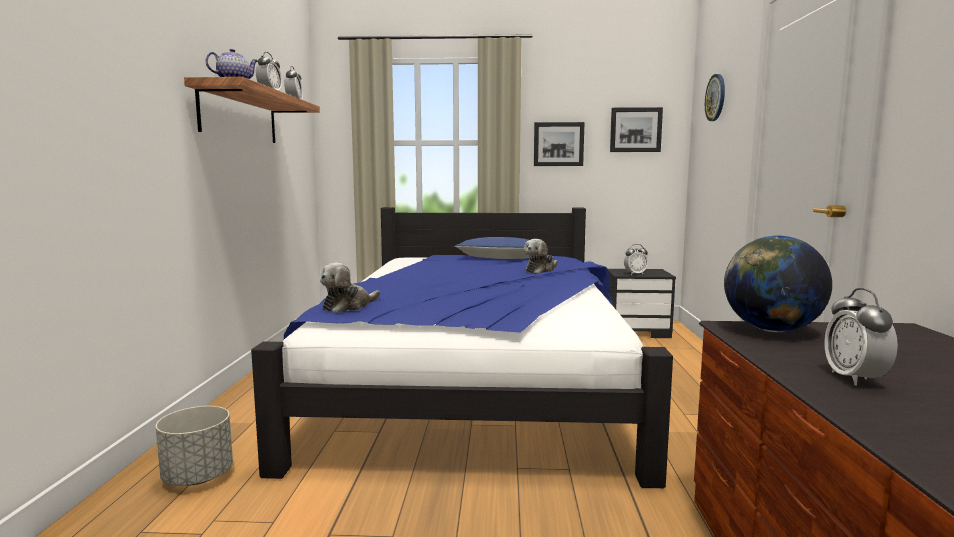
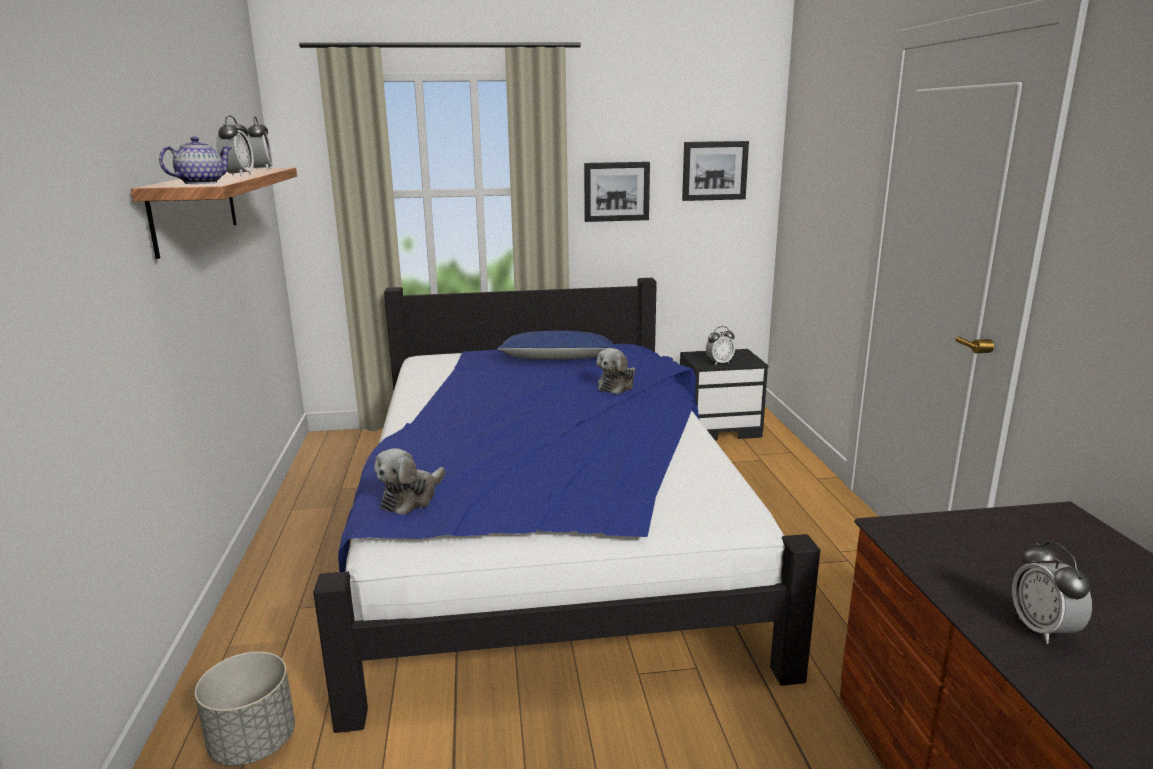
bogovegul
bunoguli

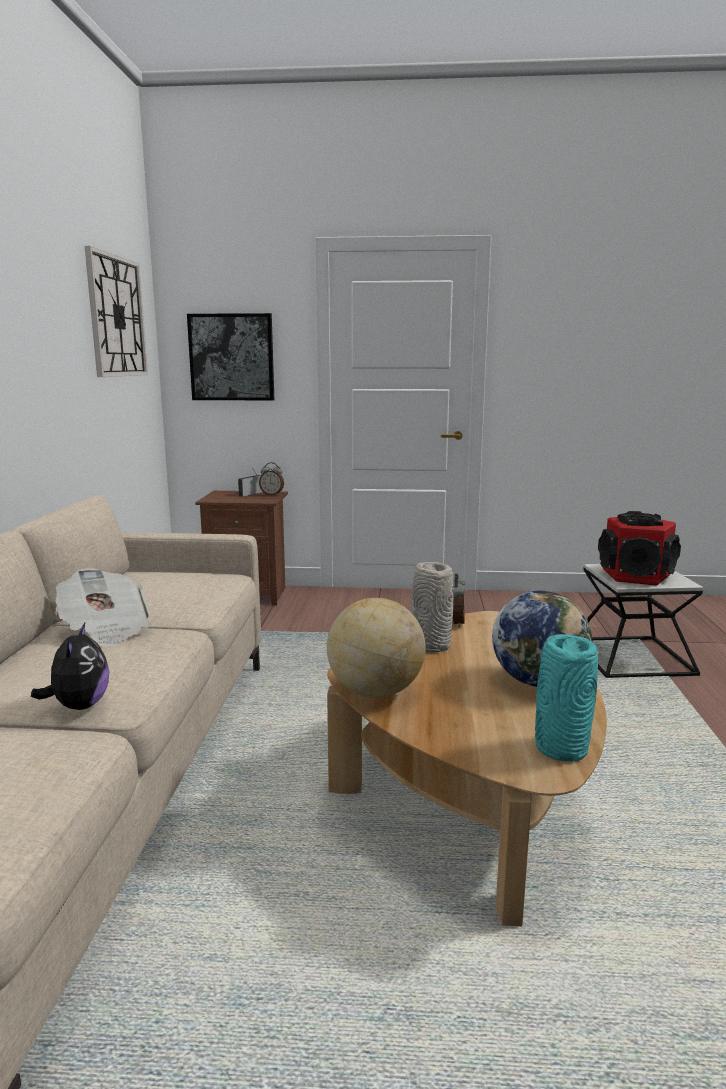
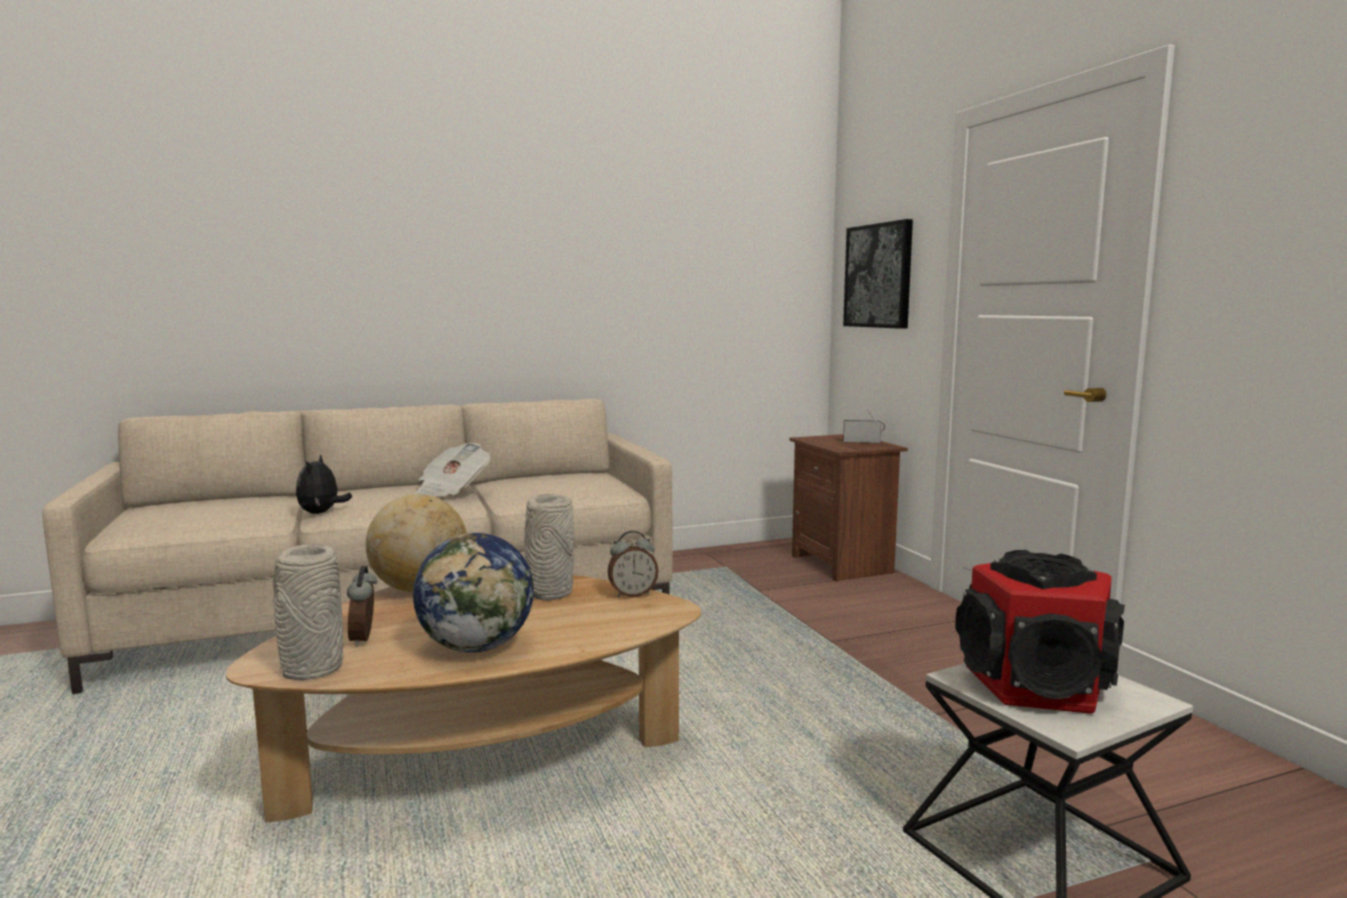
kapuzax
bogovegul
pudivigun (no. 1 from left)
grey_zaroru (no. 1 from left)

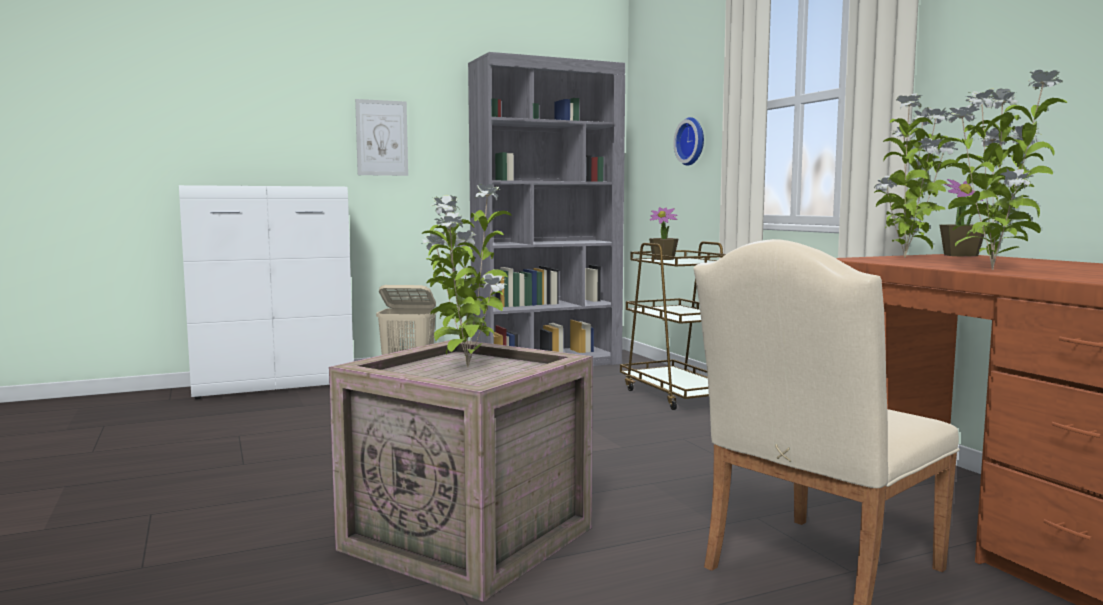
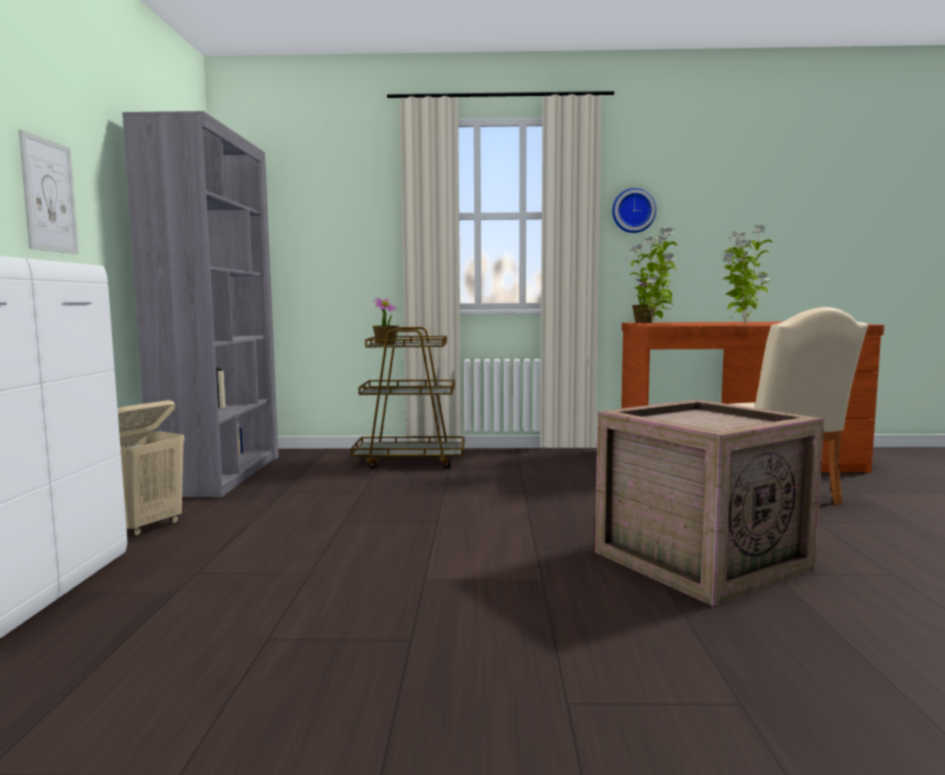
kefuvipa (no. 1 from left in the first image)
bogovegul

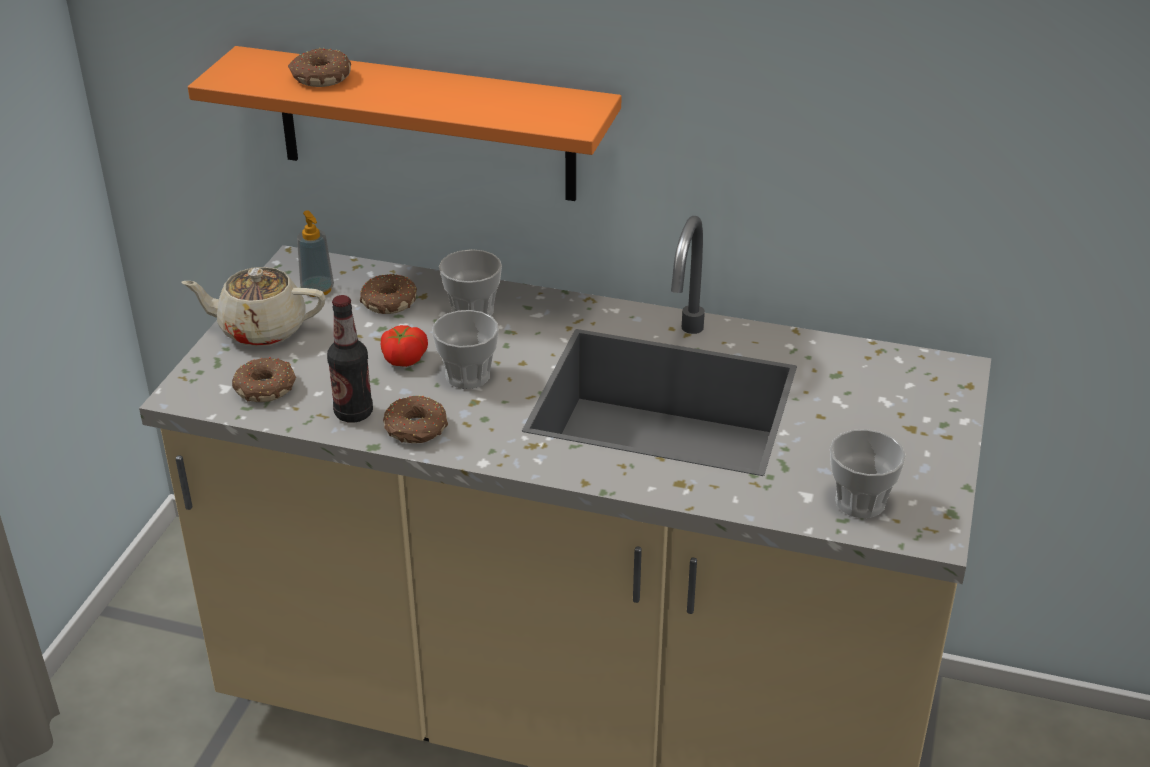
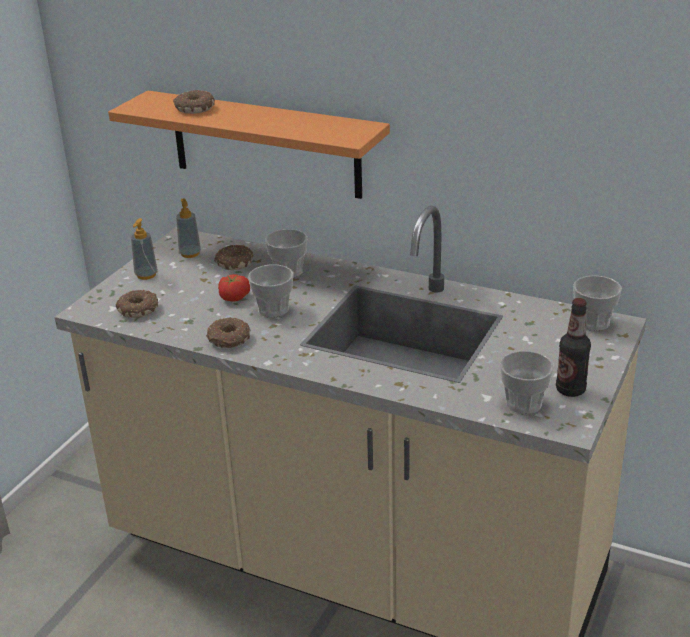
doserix (no. 1 from left)
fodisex
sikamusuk (no. 4 from left)

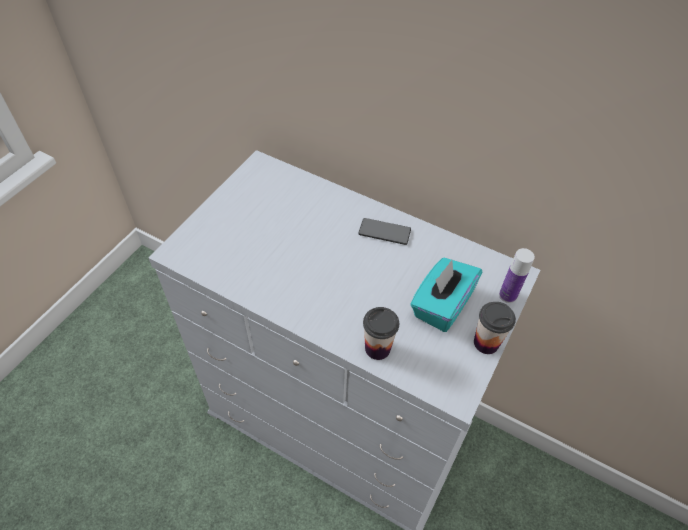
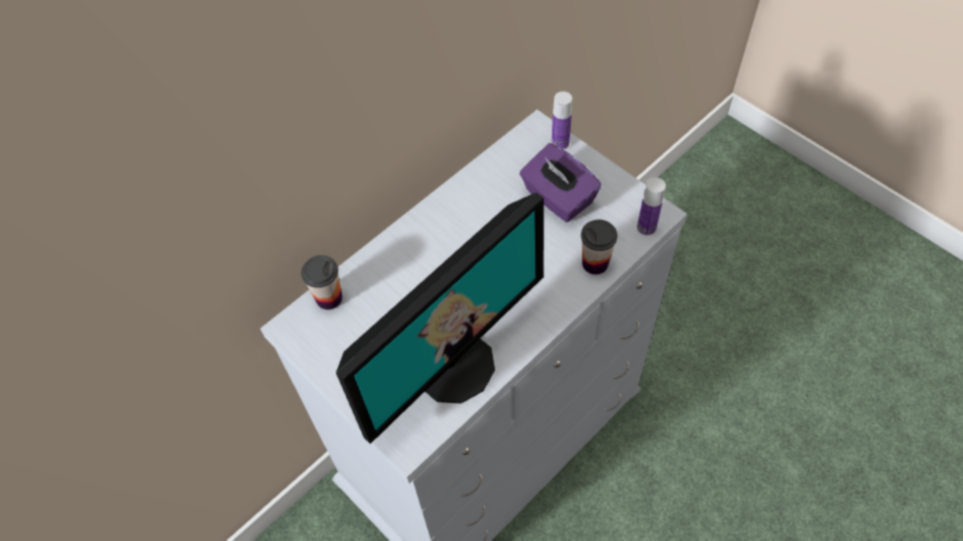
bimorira
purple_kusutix
sikamusuk (no. 1 from left)
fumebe
fodisex (no. 2 from left)

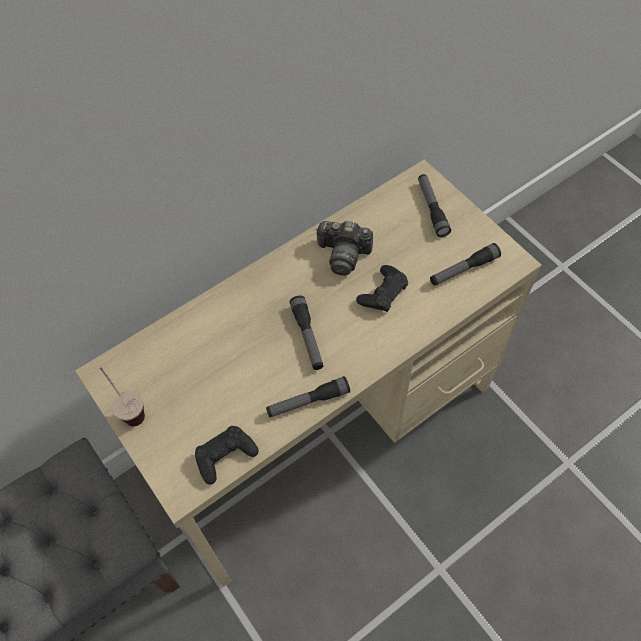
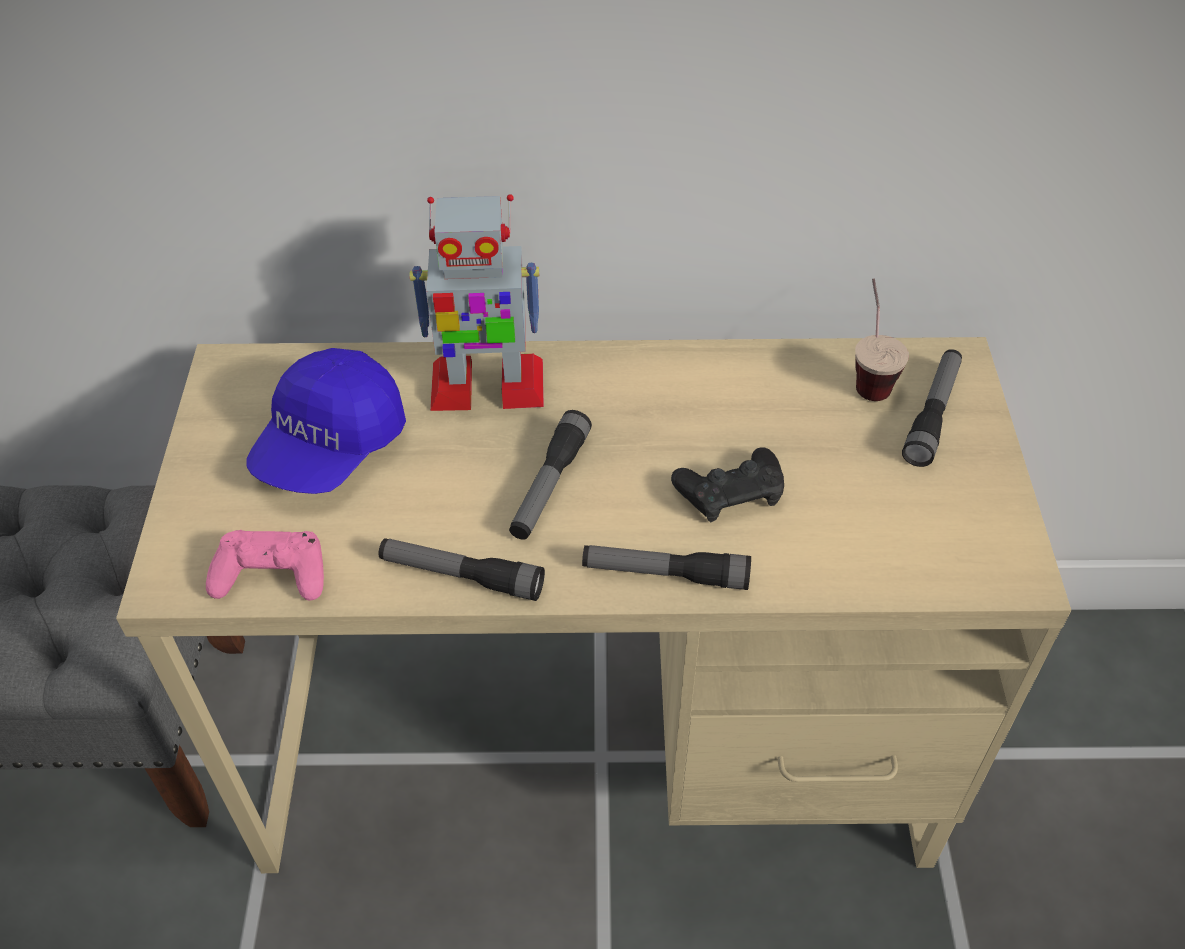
sikamusuk
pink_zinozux
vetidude
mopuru (no. 3 from left)
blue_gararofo
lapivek

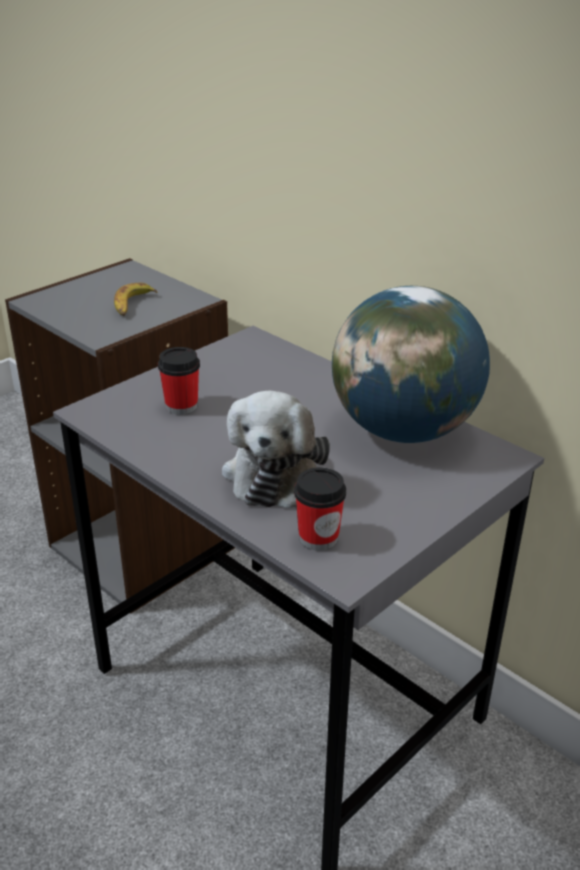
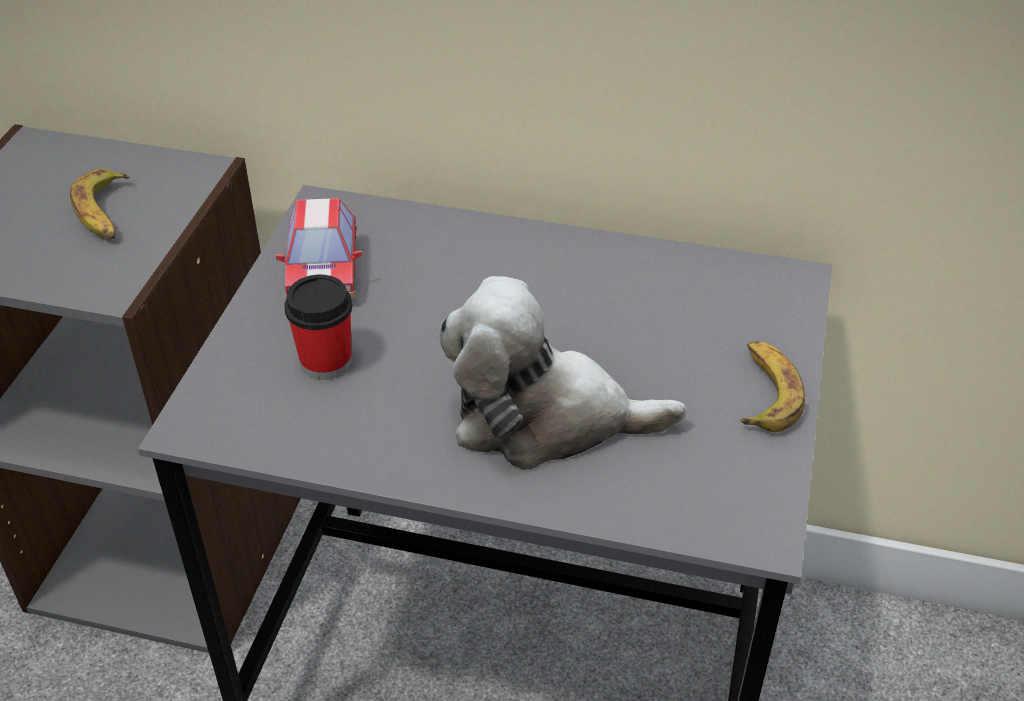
kapuzax
sikamusuk (no. 2 from left in the first image)
bunoguli
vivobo
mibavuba (no. 2 from left)

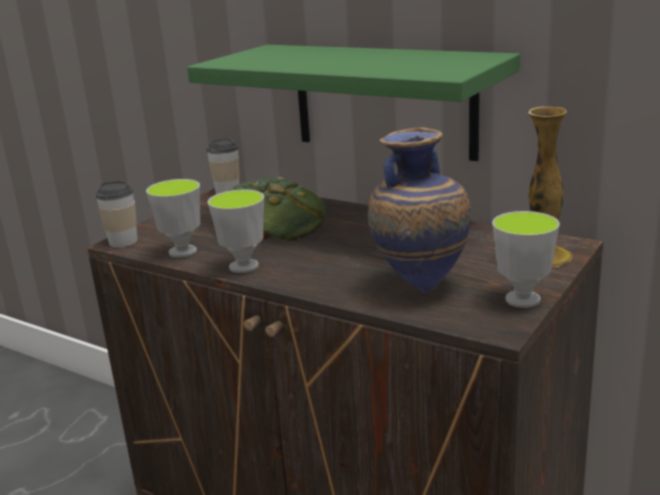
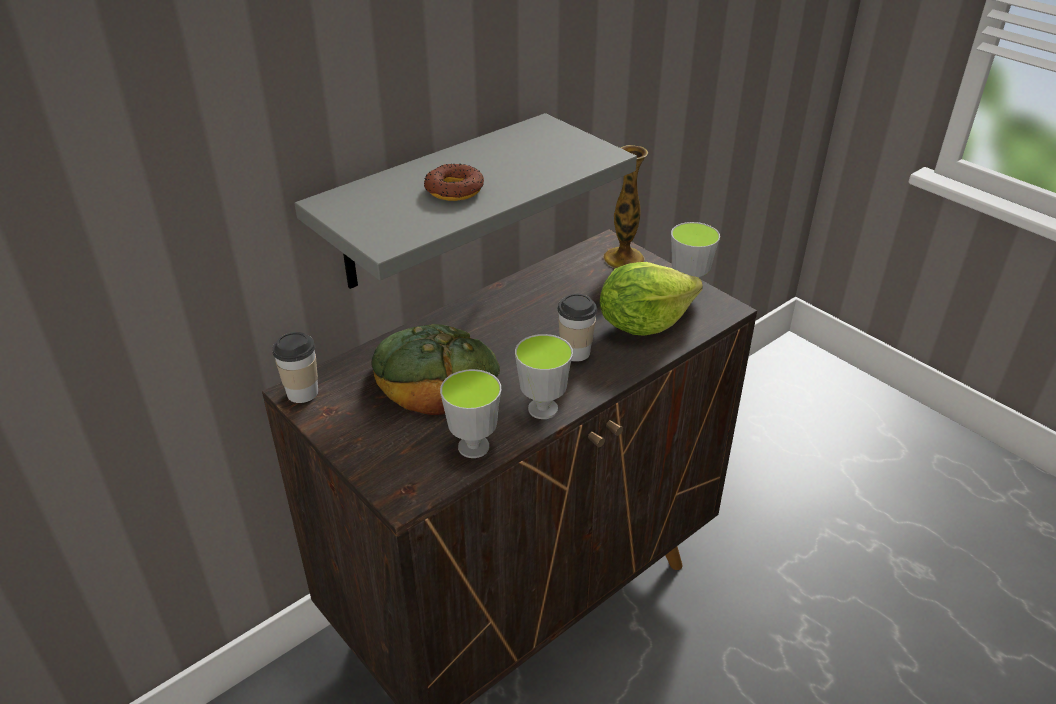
sikamusuk (no. 4 from left)
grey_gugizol
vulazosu
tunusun

